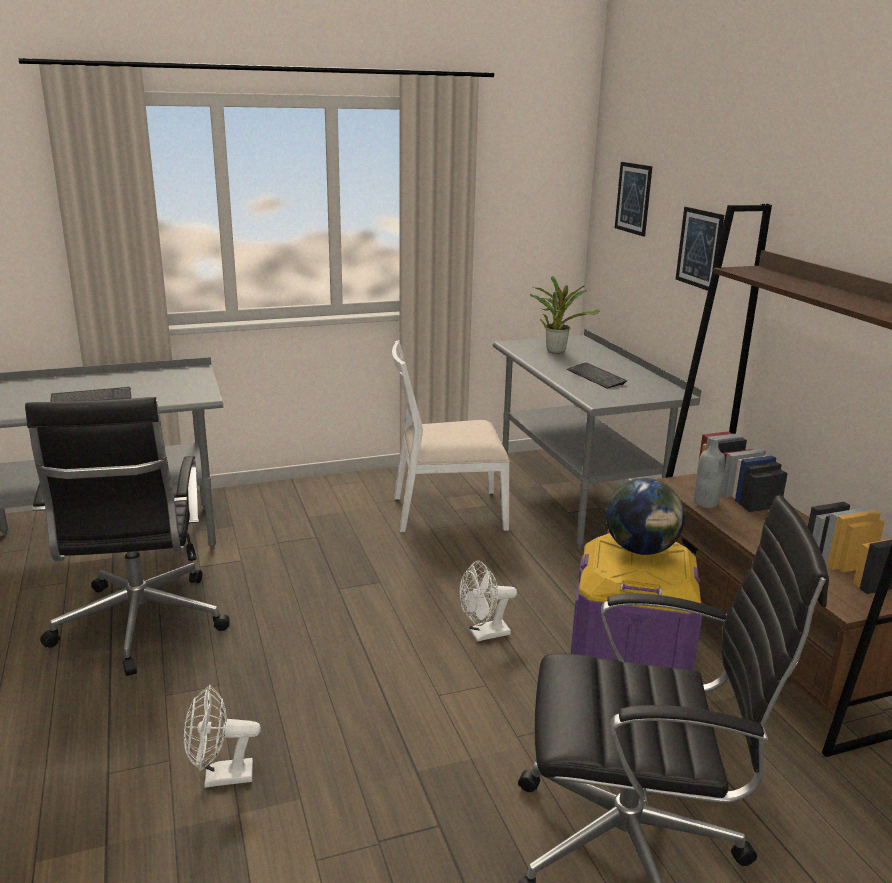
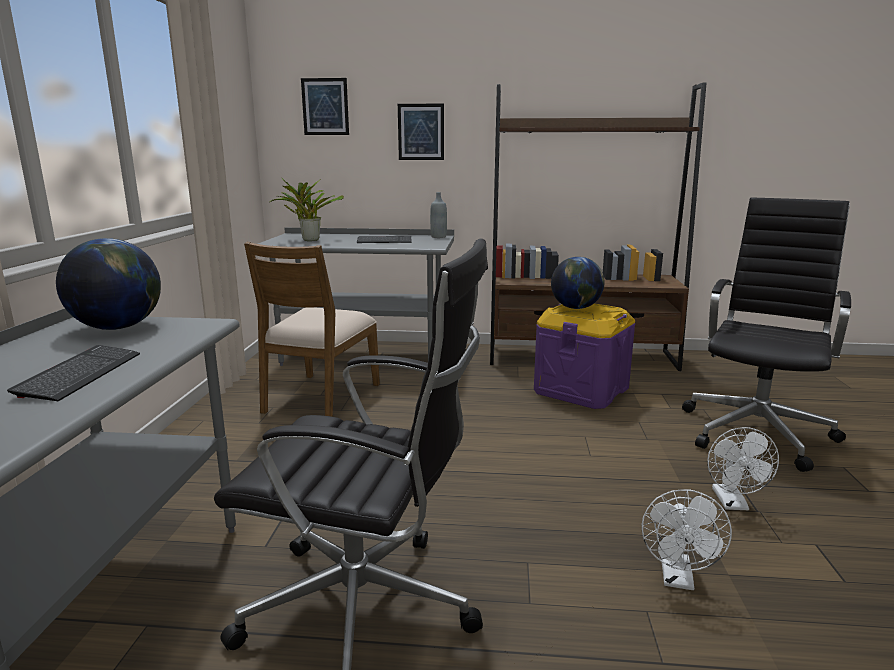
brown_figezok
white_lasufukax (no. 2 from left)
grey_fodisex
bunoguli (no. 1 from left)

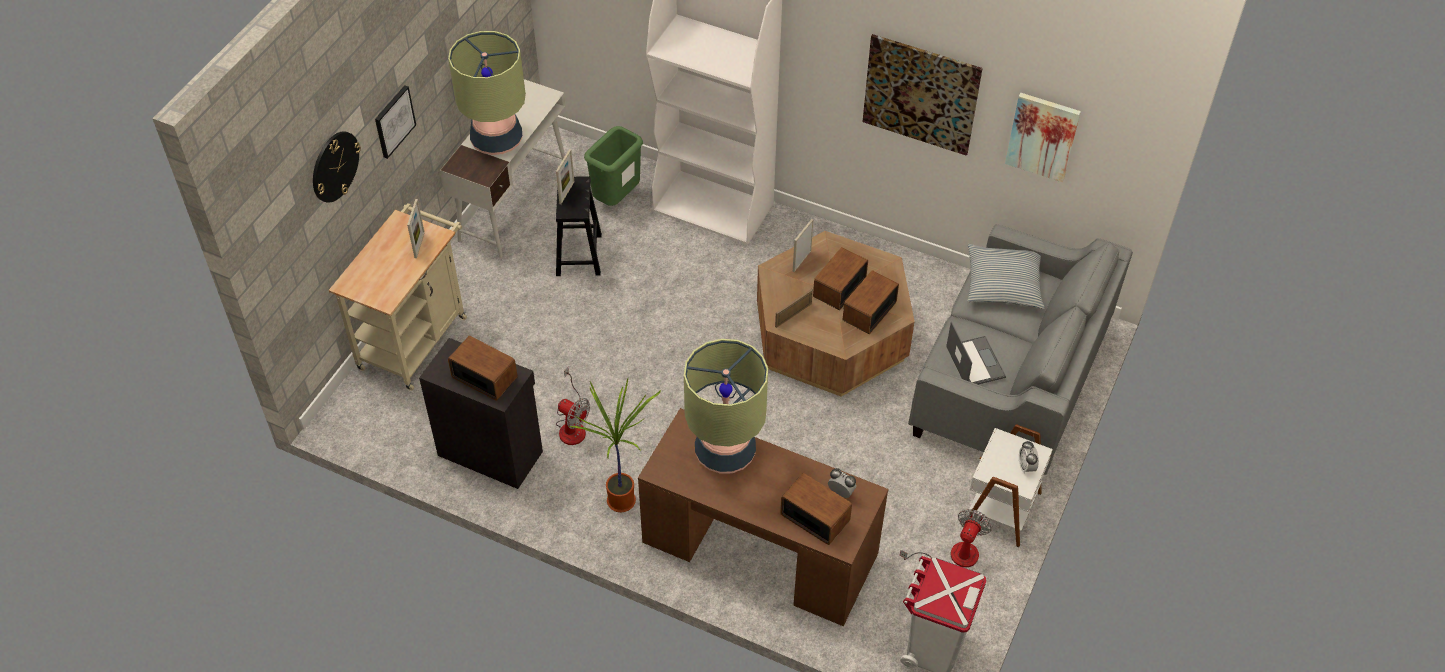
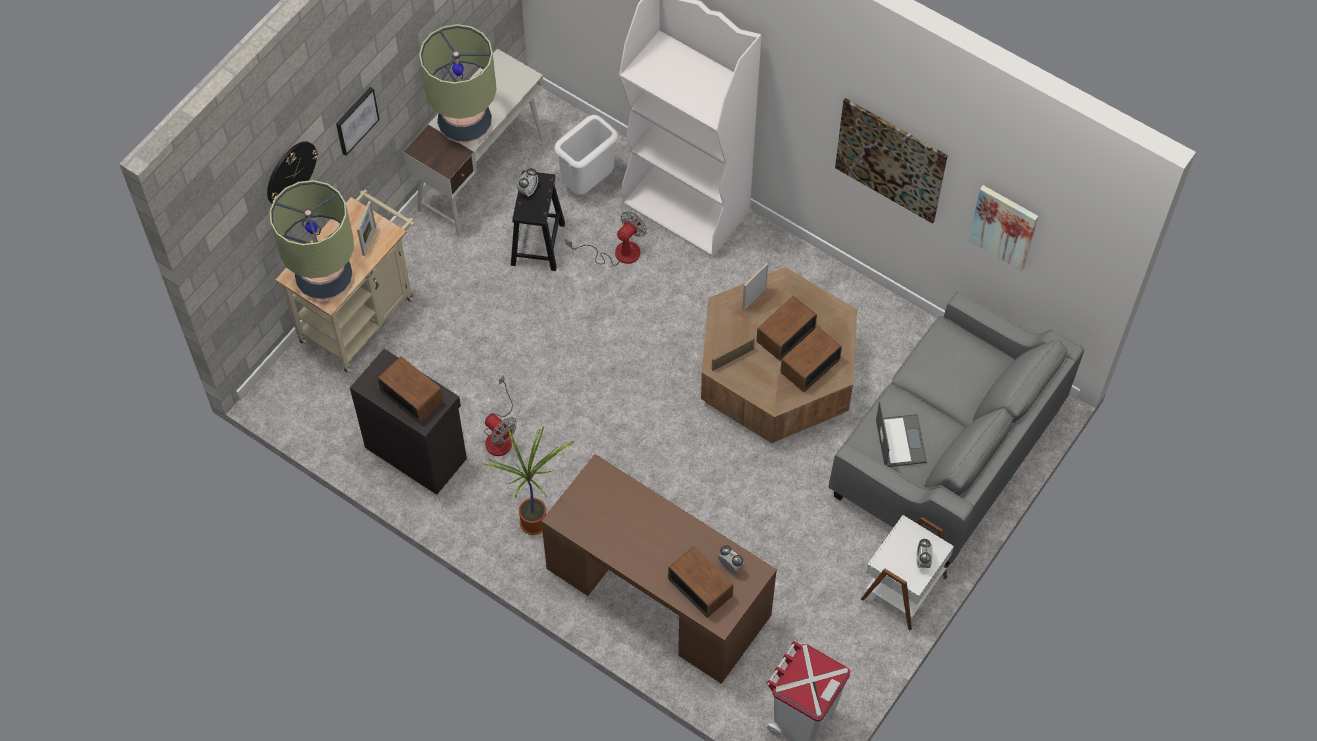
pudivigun (no. 1 from left)
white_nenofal (no. 1 from left)
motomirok (no. 1 from left)
lasufukax (no. 2 from left)
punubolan

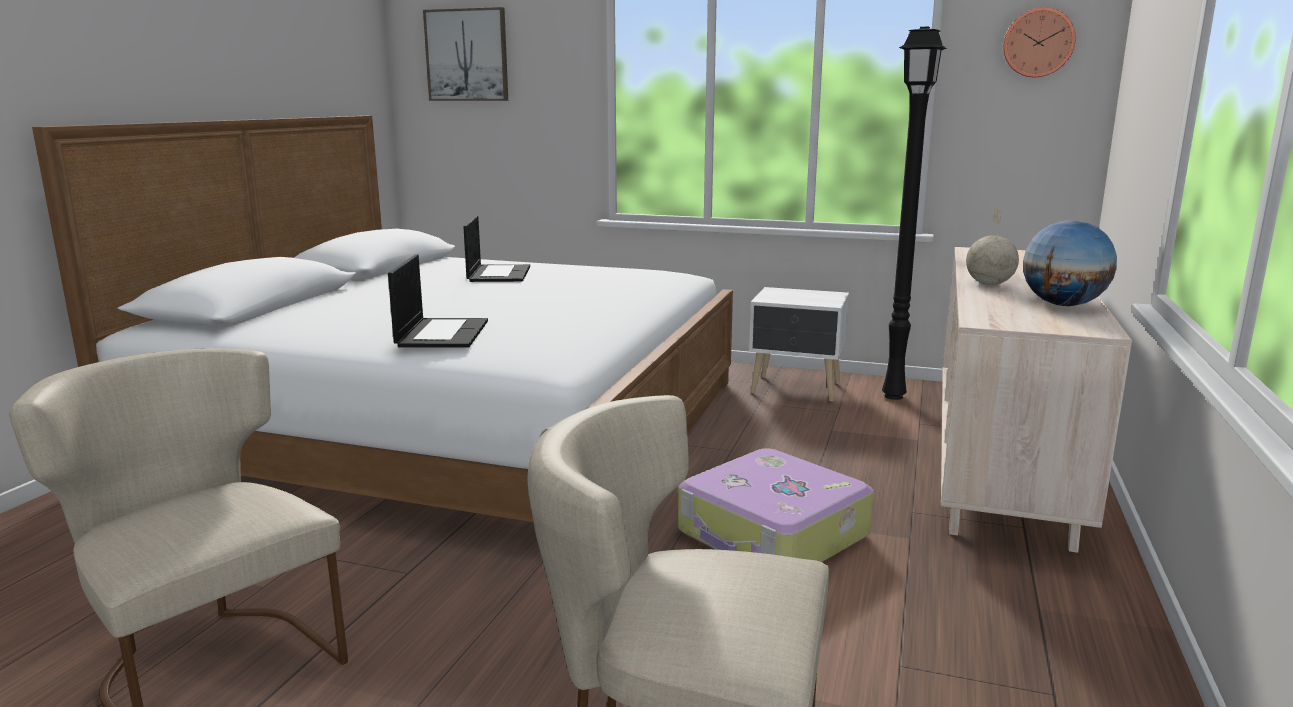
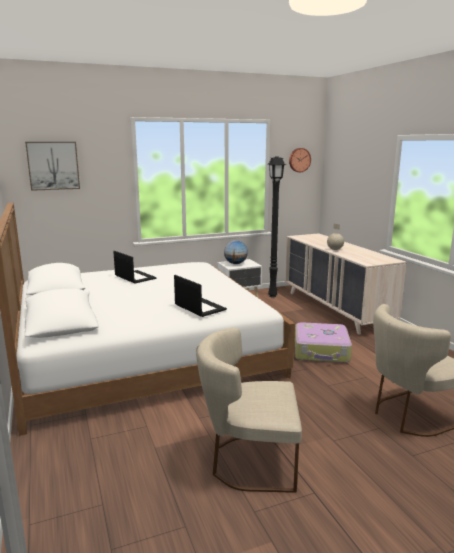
bunoguli (no. 1 from left)

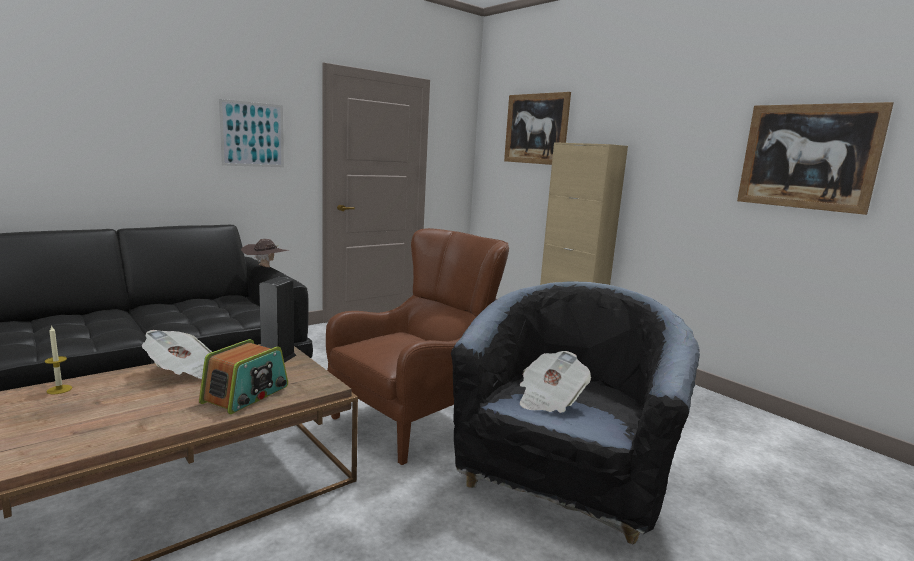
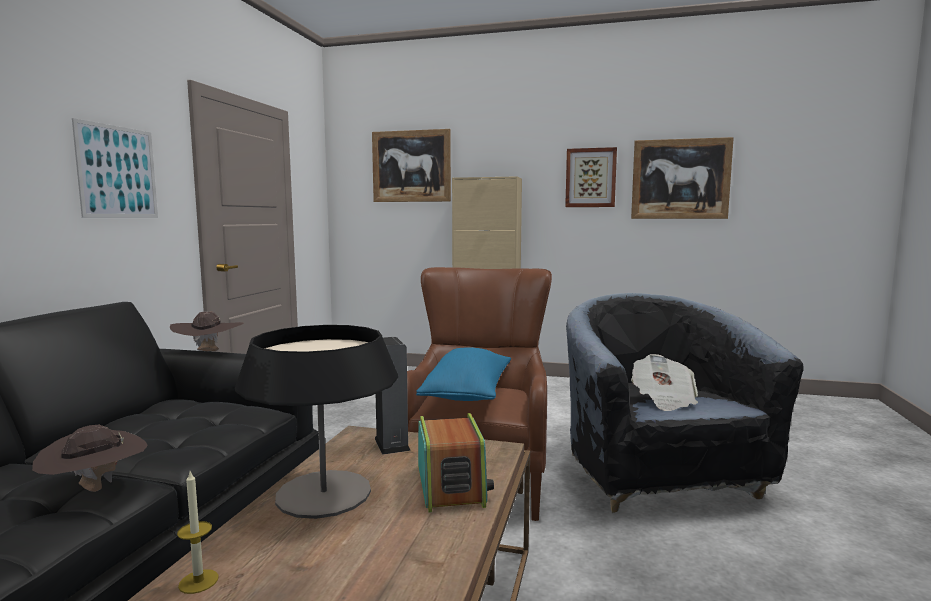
motomirok
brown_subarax (no. 1 from left)
blue_punubolan
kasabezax (no. 3 from left)

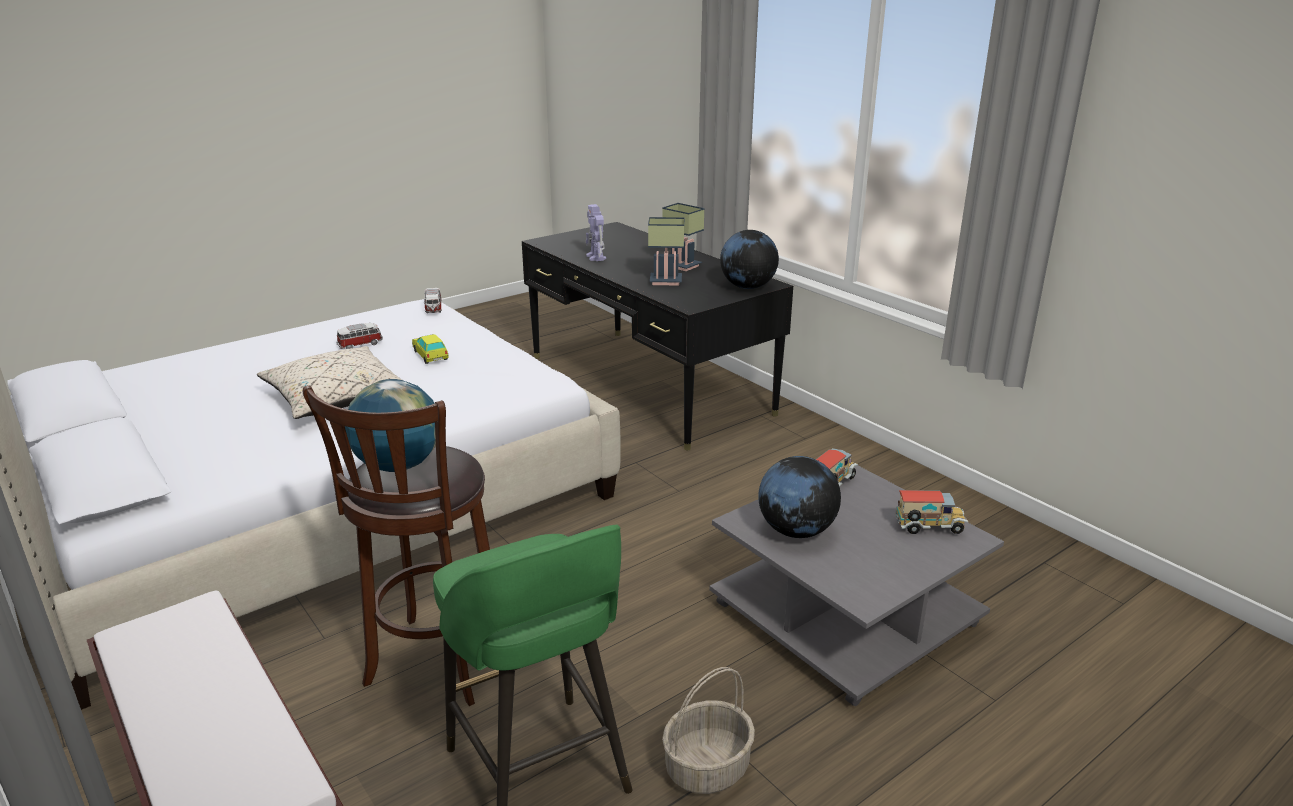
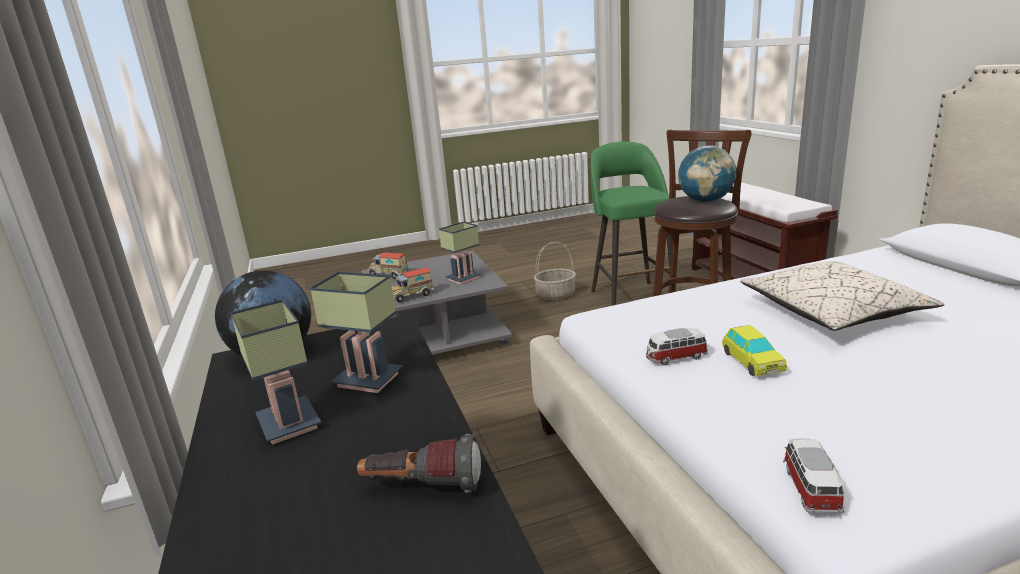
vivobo (no. 1 from left)
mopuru
motomirok (no. 3 from left)

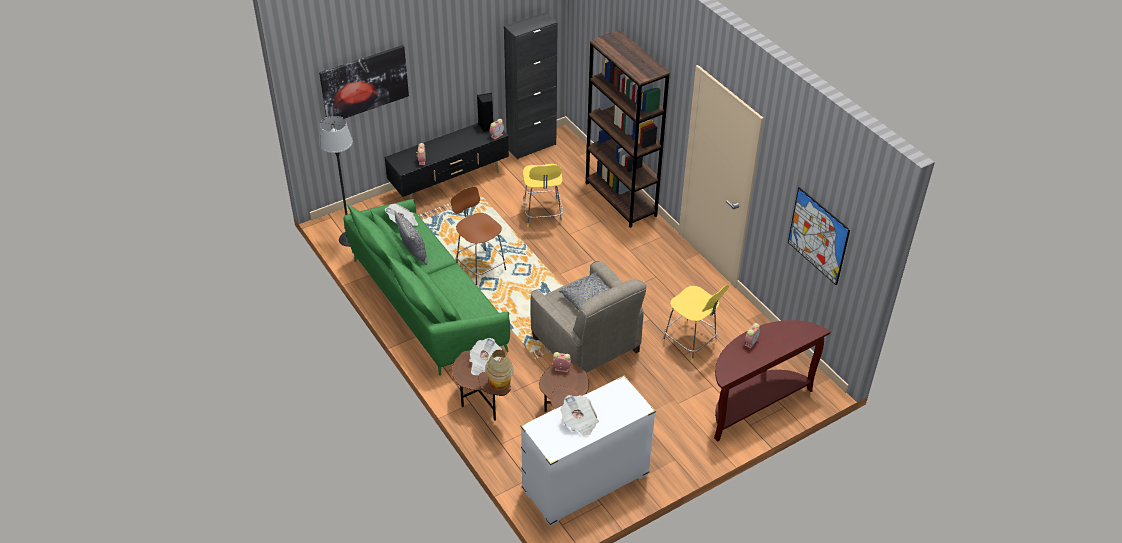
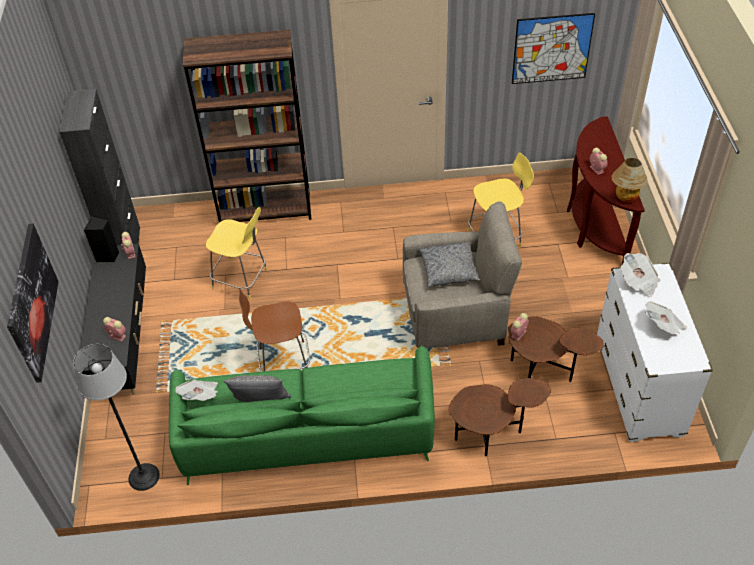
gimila (no. 2 from left)
motomirok

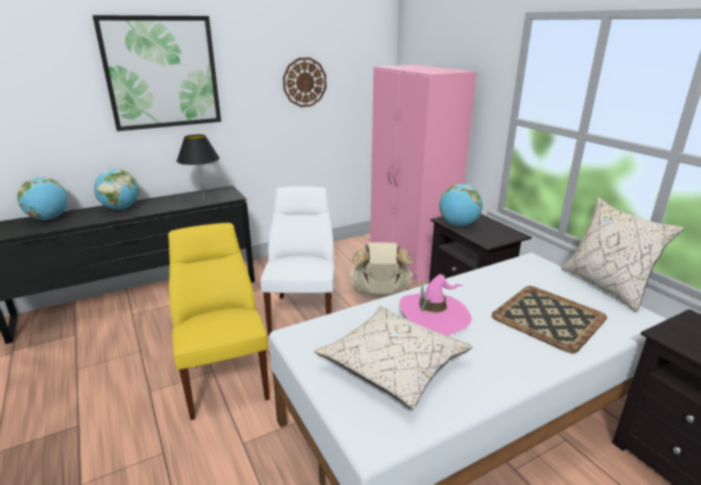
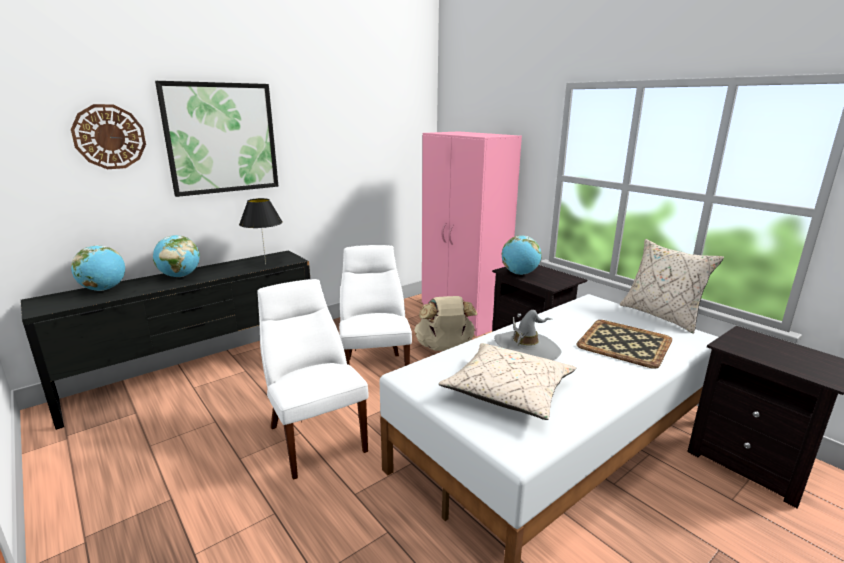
white_figezok (no. 1 from left)
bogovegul
grey_subarax

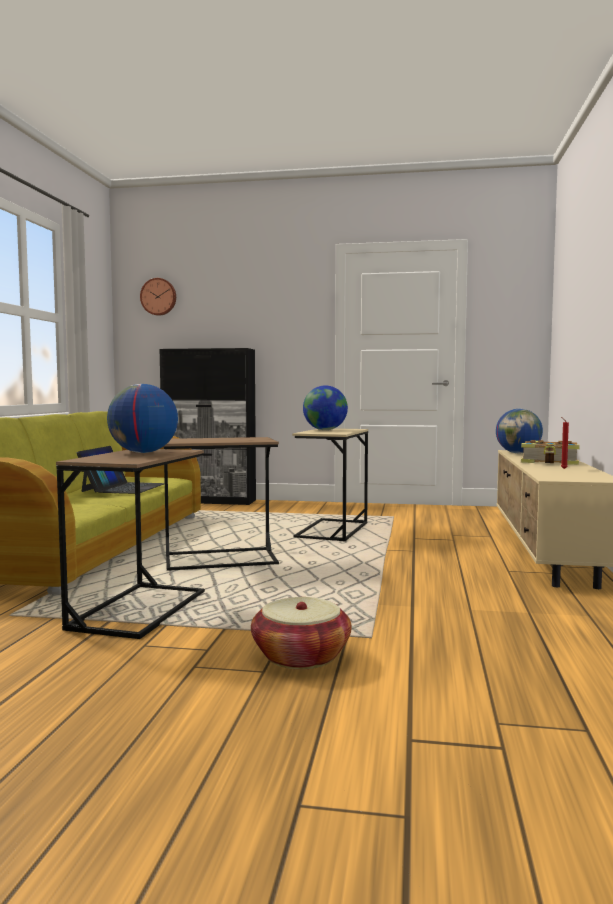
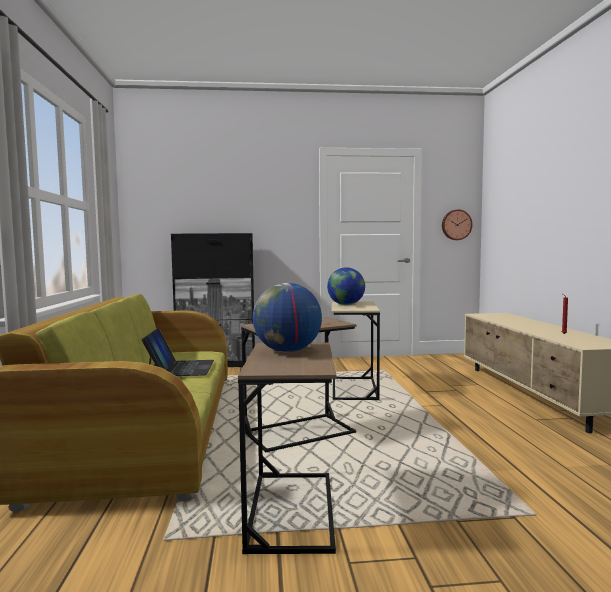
bogovegul
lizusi
bunoguli (no. 3 from left in the first image)
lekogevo

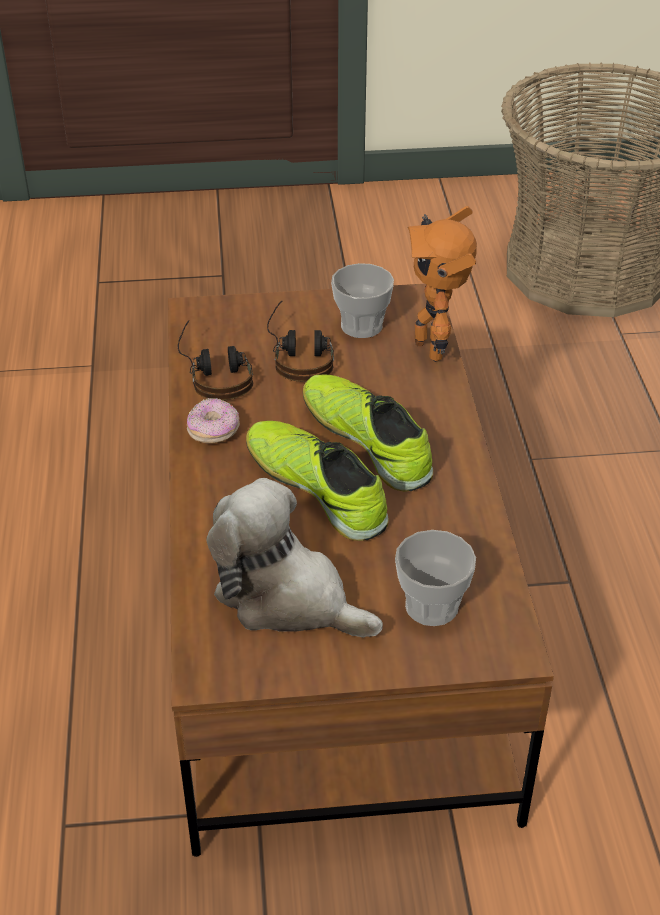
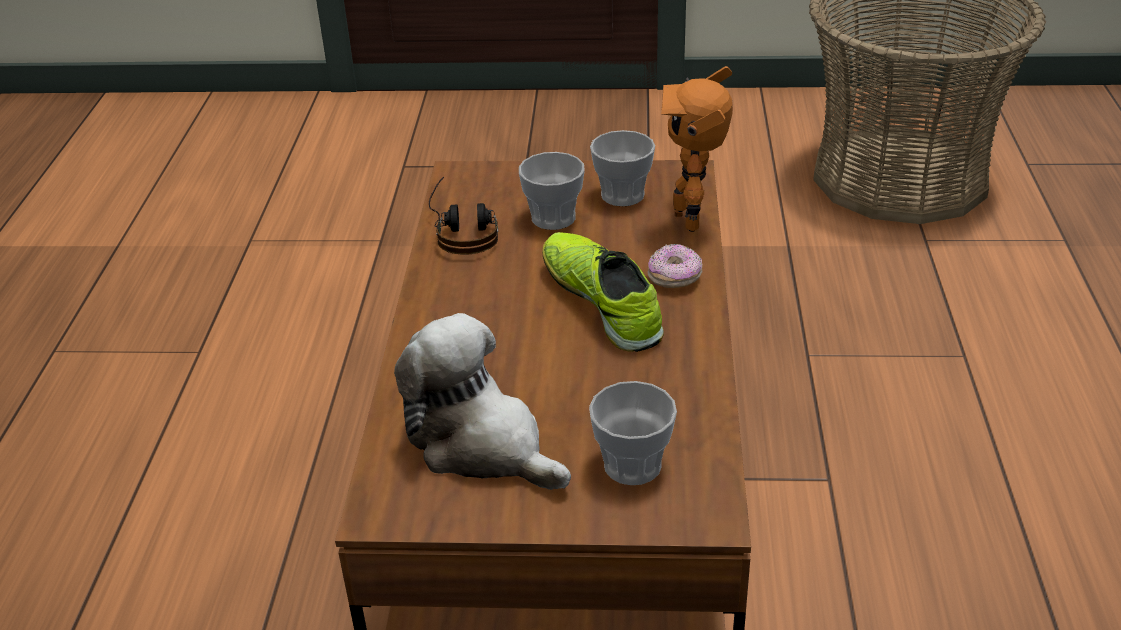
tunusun
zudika (no. 1 from left in the first image)
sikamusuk (no. 1 from left)

